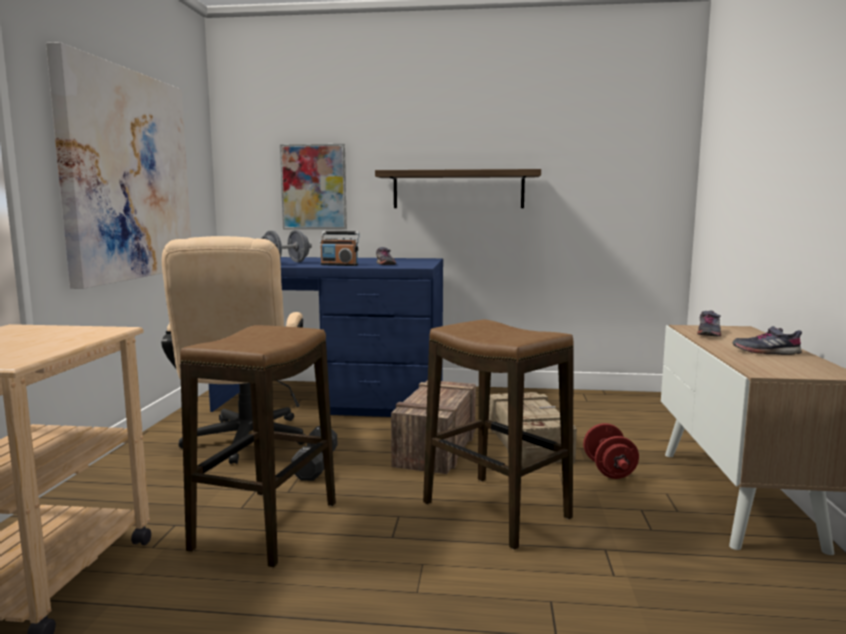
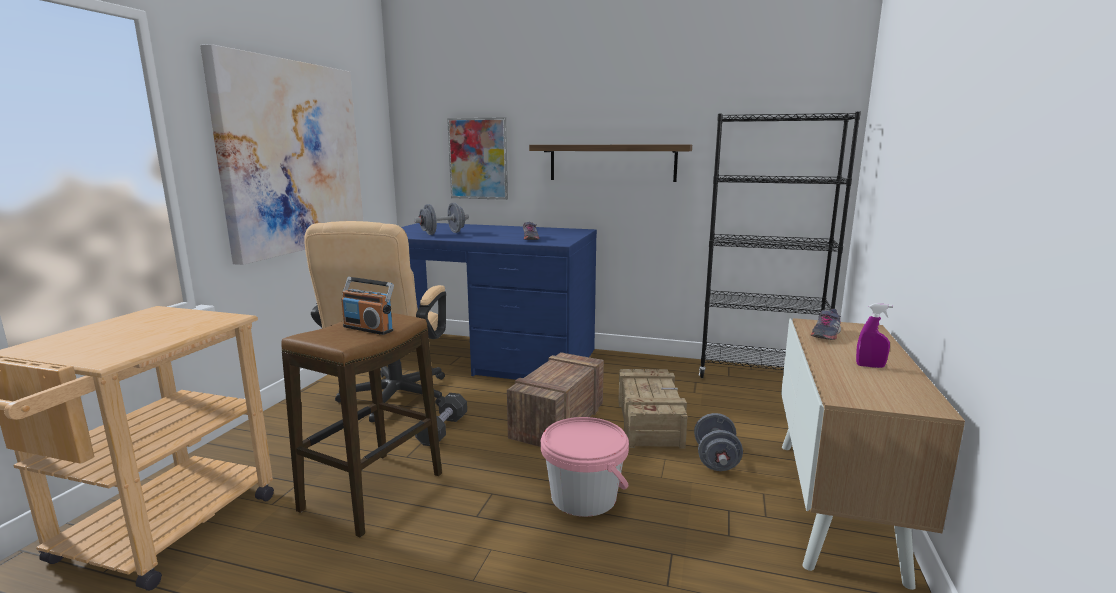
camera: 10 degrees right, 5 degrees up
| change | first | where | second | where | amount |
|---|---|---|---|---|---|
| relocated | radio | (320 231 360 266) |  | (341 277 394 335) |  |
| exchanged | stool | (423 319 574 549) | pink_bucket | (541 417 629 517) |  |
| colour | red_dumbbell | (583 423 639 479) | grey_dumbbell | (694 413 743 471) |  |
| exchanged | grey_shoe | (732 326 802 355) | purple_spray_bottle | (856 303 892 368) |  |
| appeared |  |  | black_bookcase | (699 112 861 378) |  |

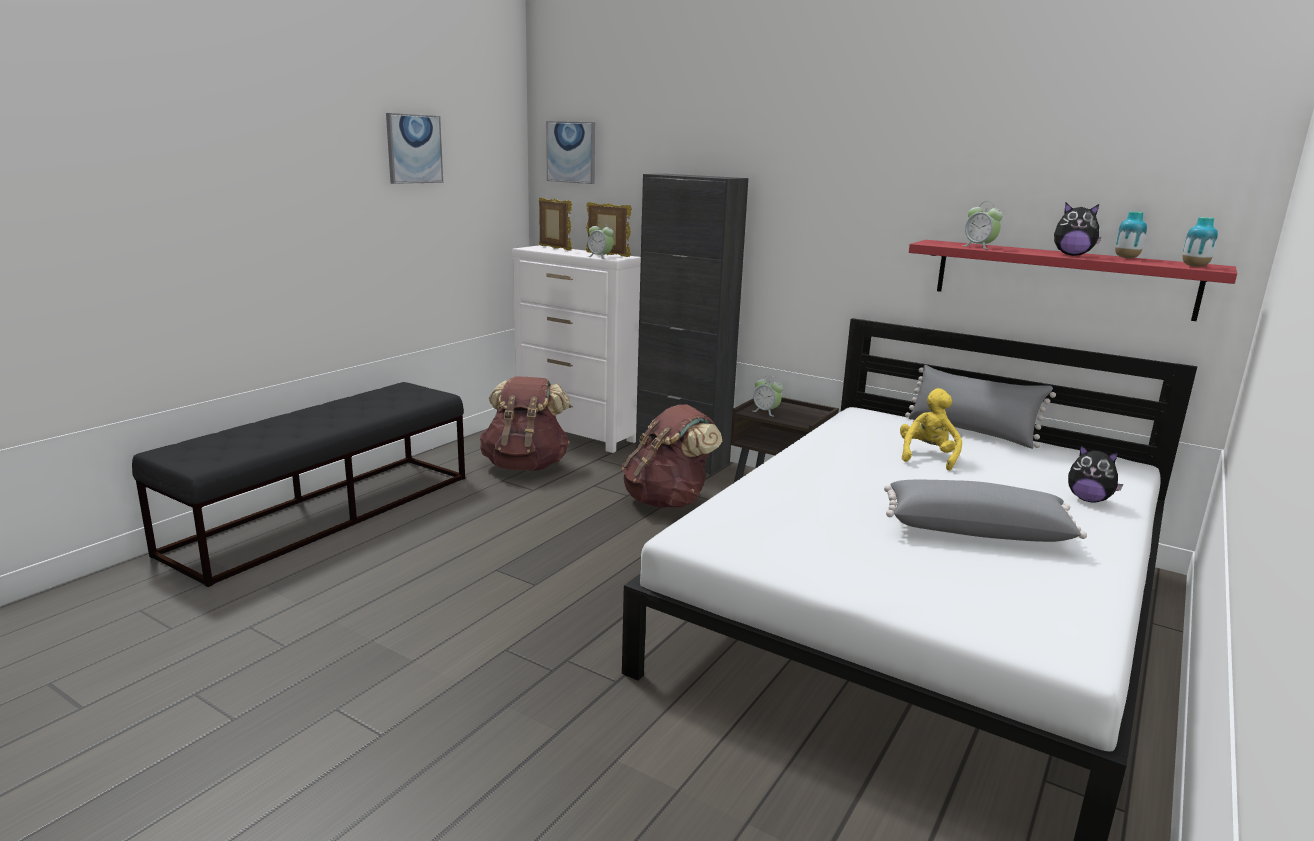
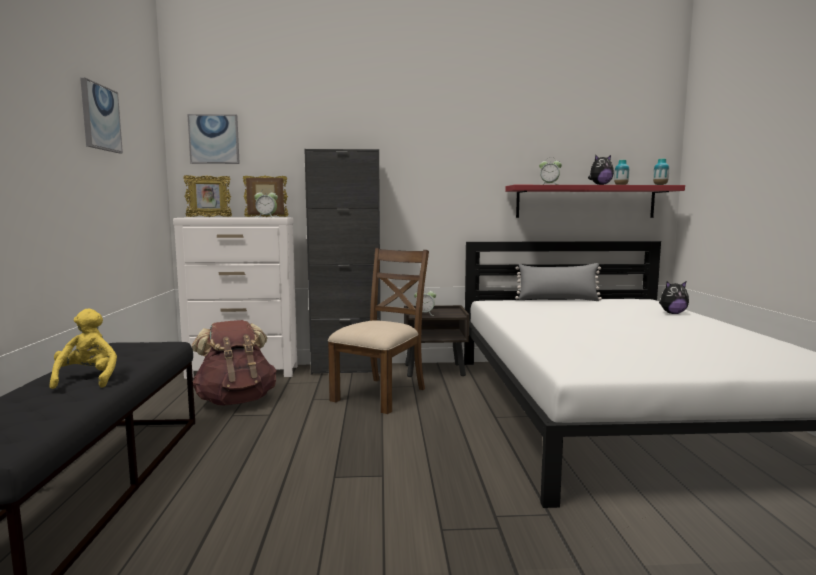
camera: 35 degrees left, 10 degrees down
| change | first | where | second | where | amount |
|---|---|---|---|---|---|
| spun | picture_frame | (539 198 572 251) |  | (183 175 232 217) | 150 degrees clockwise |
| exchanged | brown_backpack | (621 405 722 508) | brown_chair | (328 248 429 414) |  |
| missing | grey_pillow | (884 480 1087 542) |  |  |  |
| relocated | yellow_plush_toy | (900 388 962 471) |  | (50 308 117 389) |  |

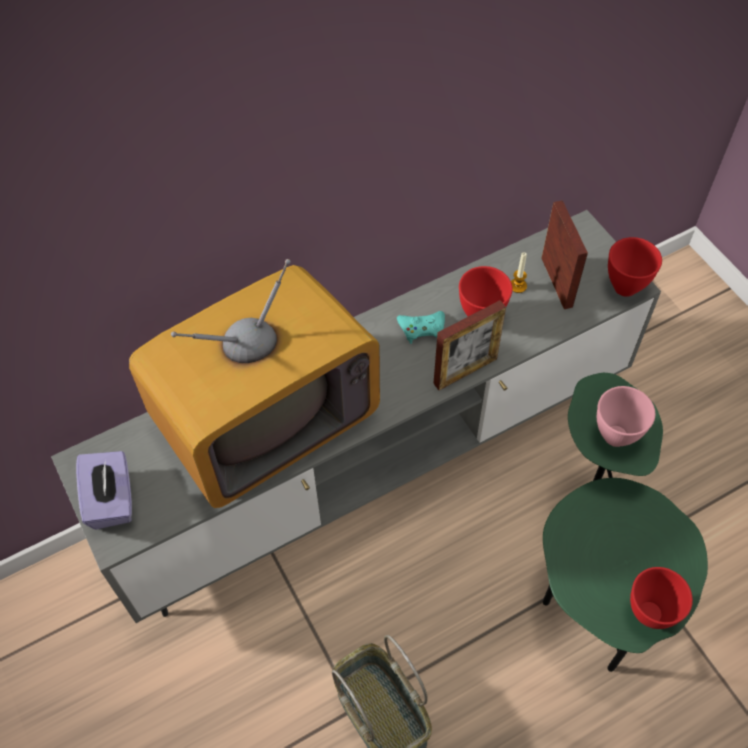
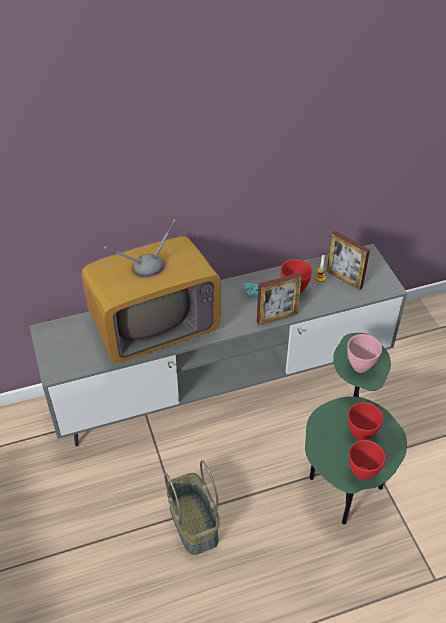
camera: 10 degrees right, 10 degrees down
| change | first | where | second | where | amount |
|---|---|---|---|---|---|
| missing | purple_tissue_box | (76 451 132 530) |  |  |  |
| spun | picture_frame | (541 200 588 309) |  | (327 231 370 291) | 135 degrees clockwise |
| relocated | red_bowl | (608 237 662 297) |  | (348 402 383 441) |  |

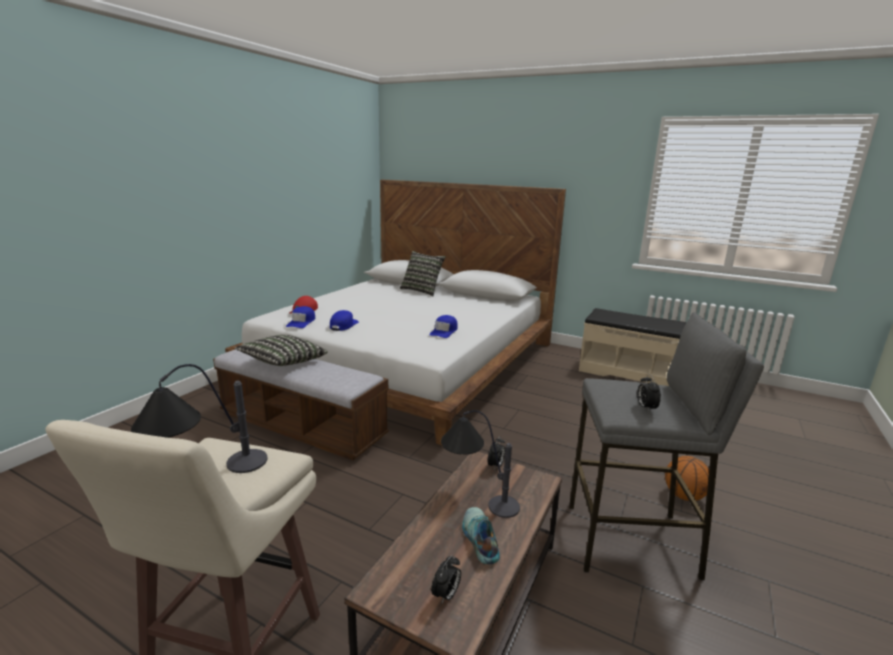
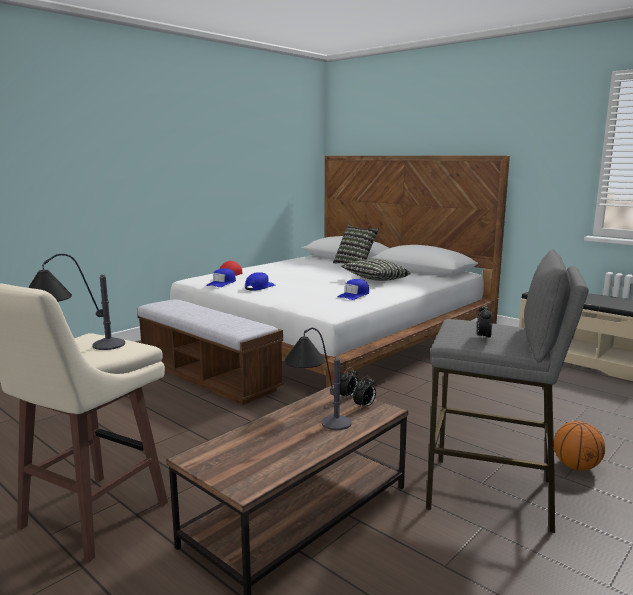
camera: 15 degrees right, 5 degrees down
| change | first | where | second | where | amount |
|---|---|---|---|---|---|
| relocated | pillow | (235 335 328 366) |  | (341 259 411 281) |  |
| relocated | alarm_clock | (431 555 461 603) |  | (353 376 376 409) |  |
| missing | shoe | (462 507 500 564) |  |  |  |

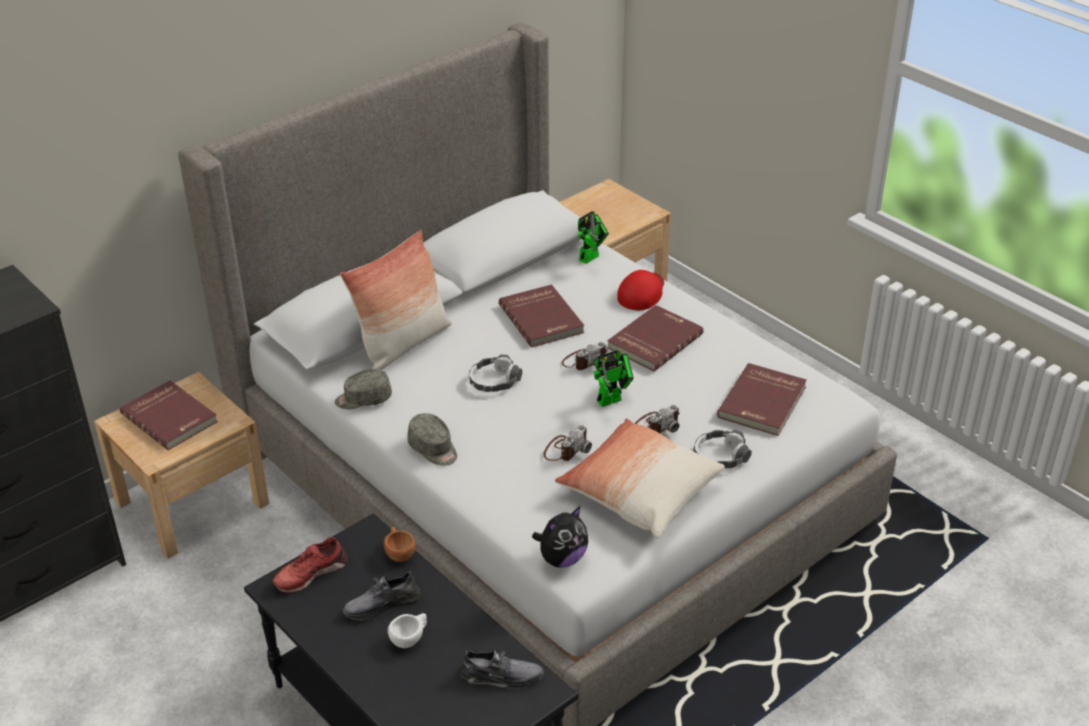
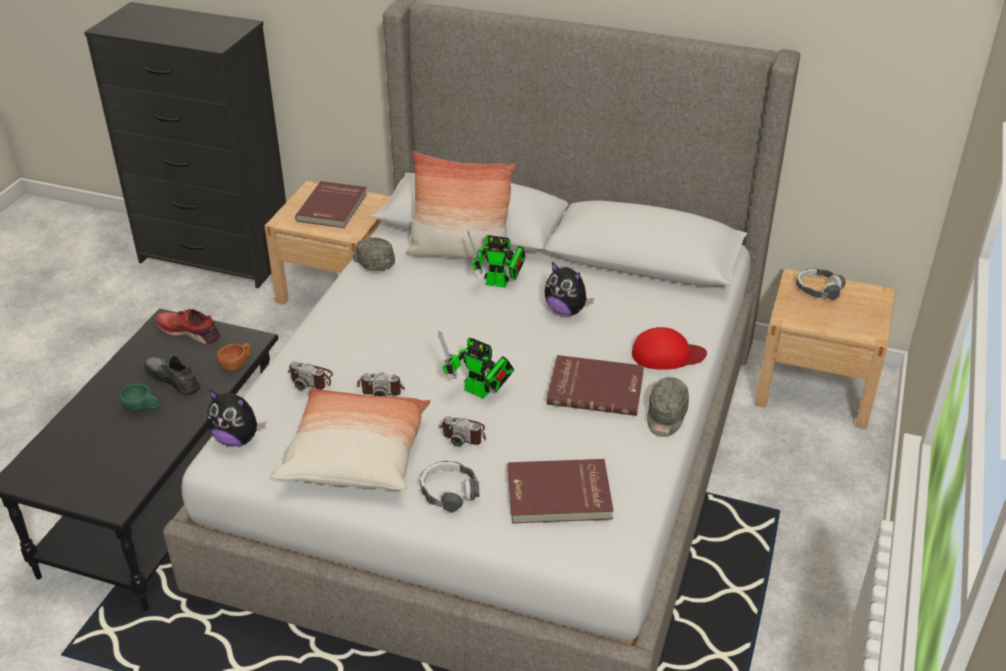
camera: 60 degrees right, 0 degrees up
| change | first | where | second | where | amount |
|---|---|---|---|---|---|
| colour | white_cup | (388 613 427 648) | green_cup | (119 384 159 412) |  |
| relocated | grey_cap | (407 413 457 466) |  | (647 377 689 437) |  |
| missing | grey_shoe | (459 650 544 690) |  |  |  |
| relocated | headphones | (469 354 522 392) |  | (796 268 846 300) |  |
| exchanged | red_book | (499 284 584 348) | plush_toy | (544 262 594 316) |  |
| relocated | photo_camera | (562 342 608 370) |  | (288 361 333 390) |  |
| relocated | toy_robot | (578 211 609 264) |  | (467 231 526 288) |  |

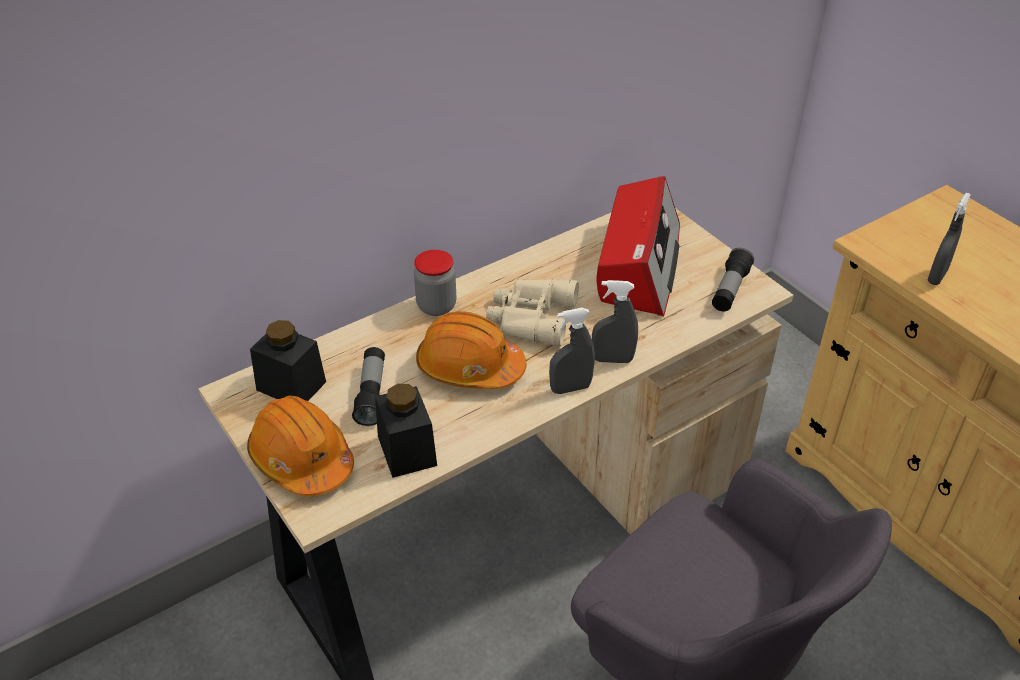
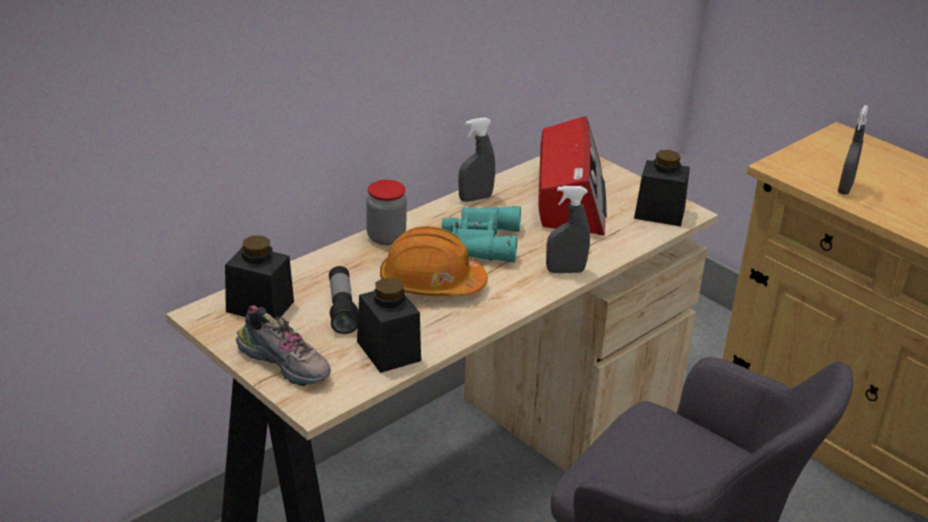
camera: 10 degrees left, 10 degrees down
| change | first | where | second | where | amount |
|---|---|---|---|---|---|
| exchanged | orange_hard_hat | (247 396 354 496) | shoe | (236 305 331 386) |  |
| colour | beige_binoculars | (486 279 579 347) | turquoise_binoculars | (442 206 521 262) |  |
| relocated | grey_spray_bottle | (549 308 595 394) |  | (458 117 495 202) |  |
| exchanged | flashlight | (712 248 754 311) | black_jar | (634 150 690 226) |  |

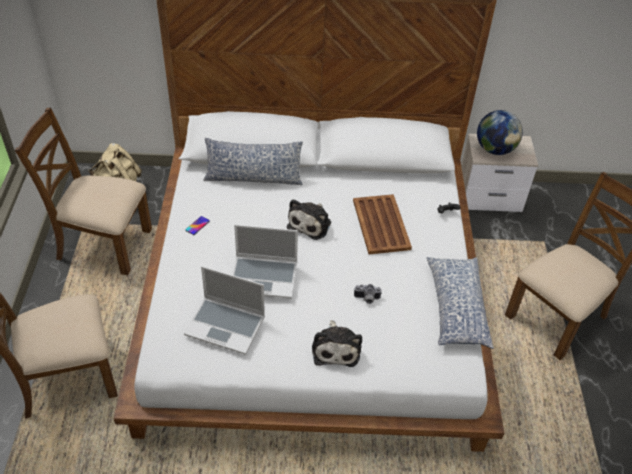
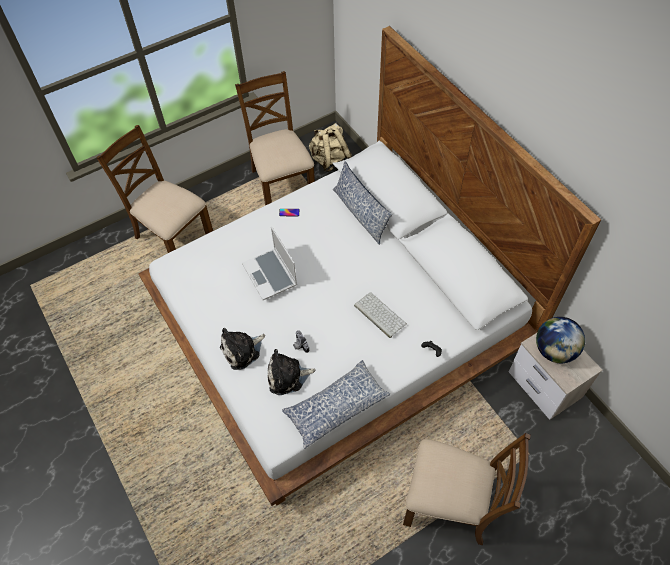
camera: 60 degrees right, 10 degrees up
| change | first | where | second | where | amount |
|---|---|---|---|---|---|
| missing | laptop | (184 266 265 355) |  |  |  |
| relocated | plush_toy | (287 199 331 240) |  | (268 349 316 395) |  |
| exchanged | brown_tray | (353 194 412 255) | keyboard | (354 292 407 338) |  |

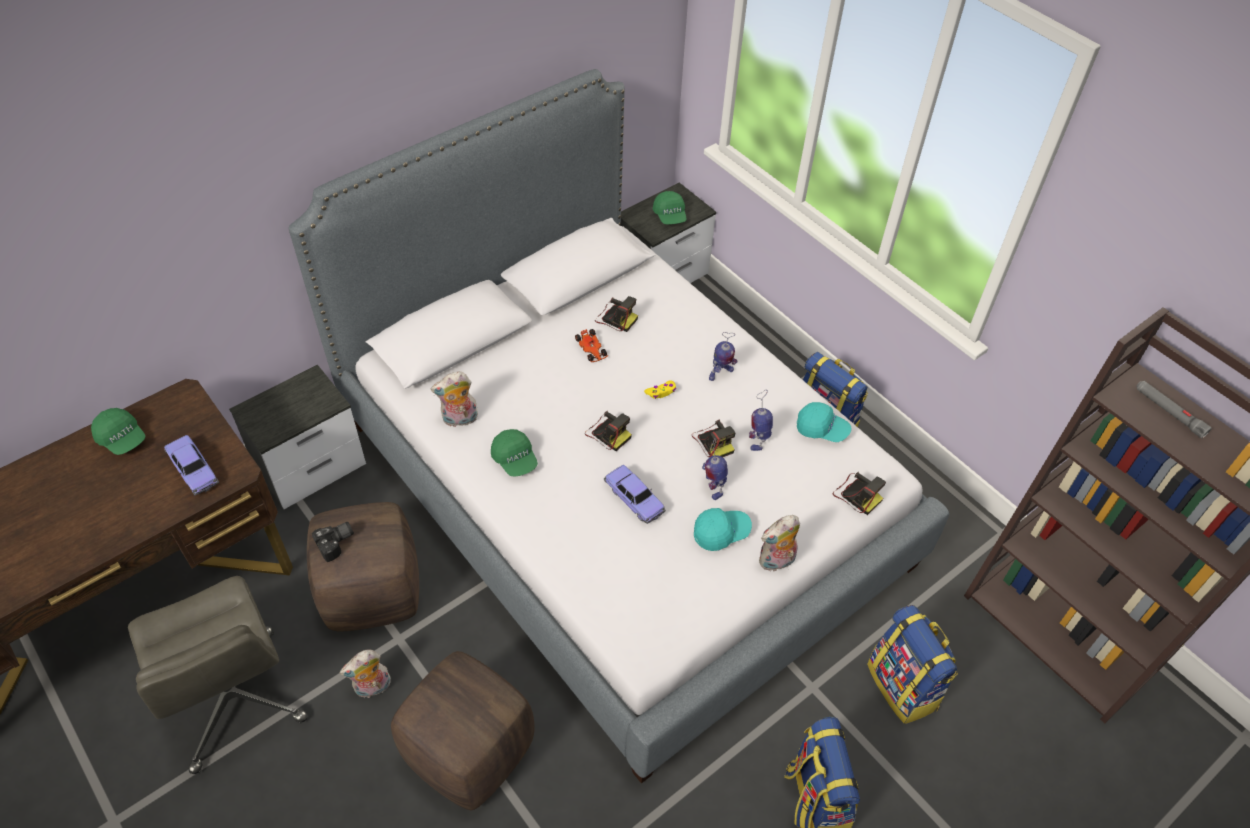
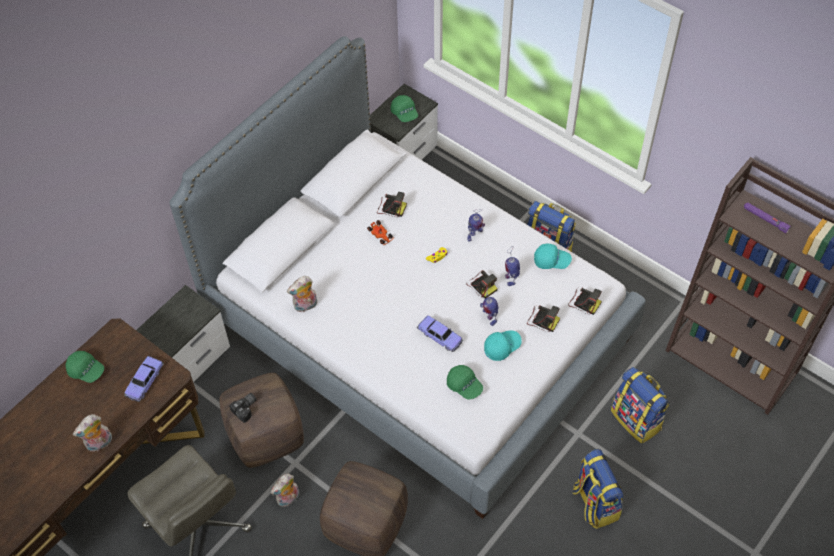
camera: 10 degrees left, 5 degrees up
| change | first | where | second | where | amount |
|---|---|---|---|---|---|
| spun | toy_car | (164 435 219 495) |  | (124 356 164 402) | 75 degrees clockwise |
| relocated | green_cap | (491 429 538 477) |  | (447 365 483 399) |  |
| relocated | photo_camera | (585 411 632 451) |  | (527 305 560 332) |  |
| relocated | plush_toy | (759 515 800 571) |  | (73 414 112 452) |  |
| colour | grey_flashlight | (1137 381 1212 438) | purple_flashlight | (744 203 791 233) |  |

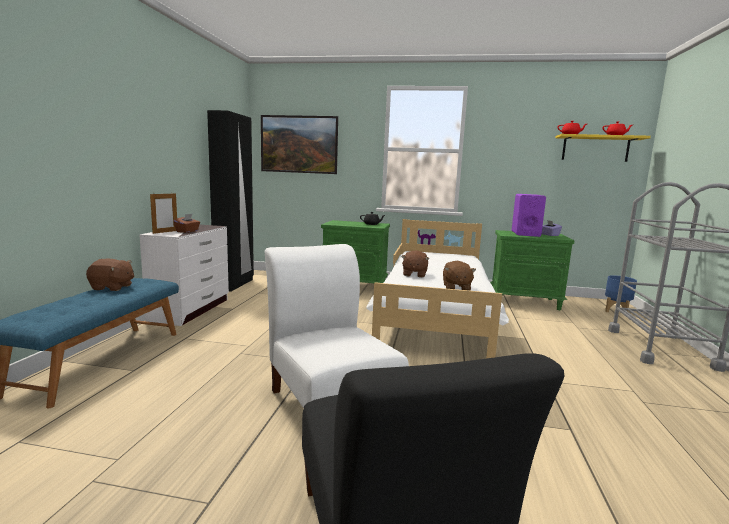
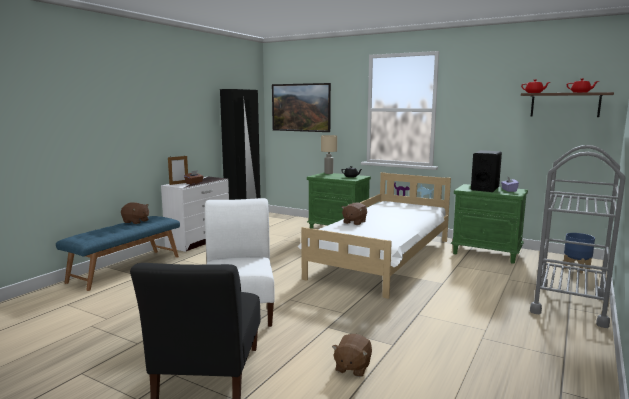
camera: 20 degrees right, 0 degrees up
| change | first | where | second | where | amount |
|---|---|---|---|---|---|
| relocated | brown_plush_toy | (443 261 476 291) |  | (332 334 372 377) |  |
| colour | purple_speaker | (512 194 546 237) | black_speaker | (471 150 502 192) |  |
| colour | yellow_shelf | (555 134 651 162) | brown_shelf | (521 92 614 117) |  |
| appeared |  |  | beige_table_lamp | (321 135 337 174) |  |

